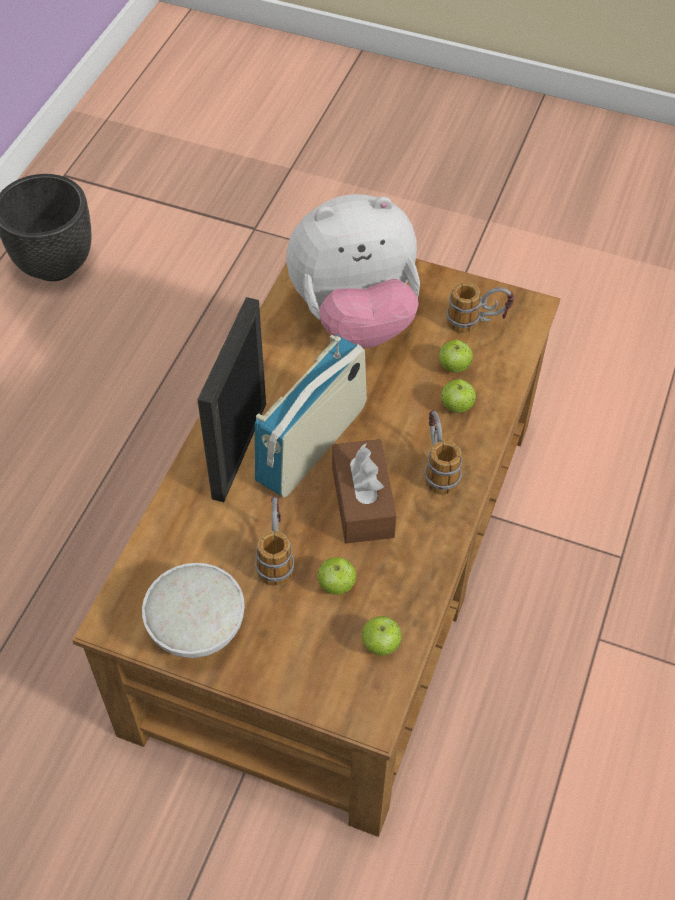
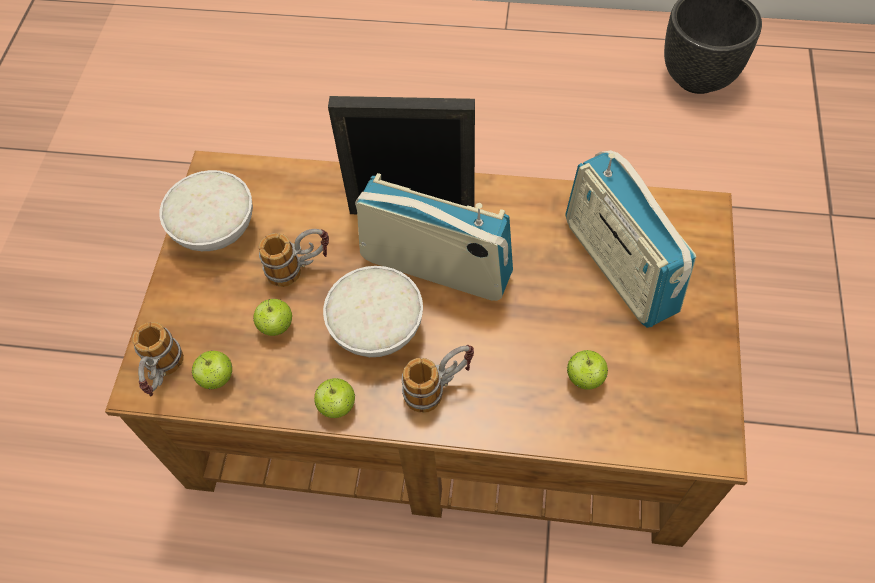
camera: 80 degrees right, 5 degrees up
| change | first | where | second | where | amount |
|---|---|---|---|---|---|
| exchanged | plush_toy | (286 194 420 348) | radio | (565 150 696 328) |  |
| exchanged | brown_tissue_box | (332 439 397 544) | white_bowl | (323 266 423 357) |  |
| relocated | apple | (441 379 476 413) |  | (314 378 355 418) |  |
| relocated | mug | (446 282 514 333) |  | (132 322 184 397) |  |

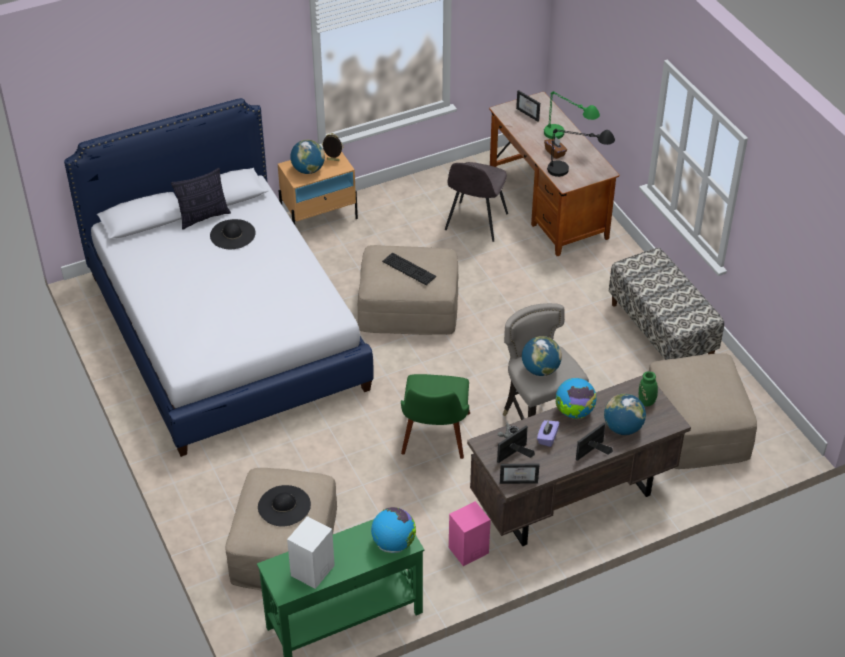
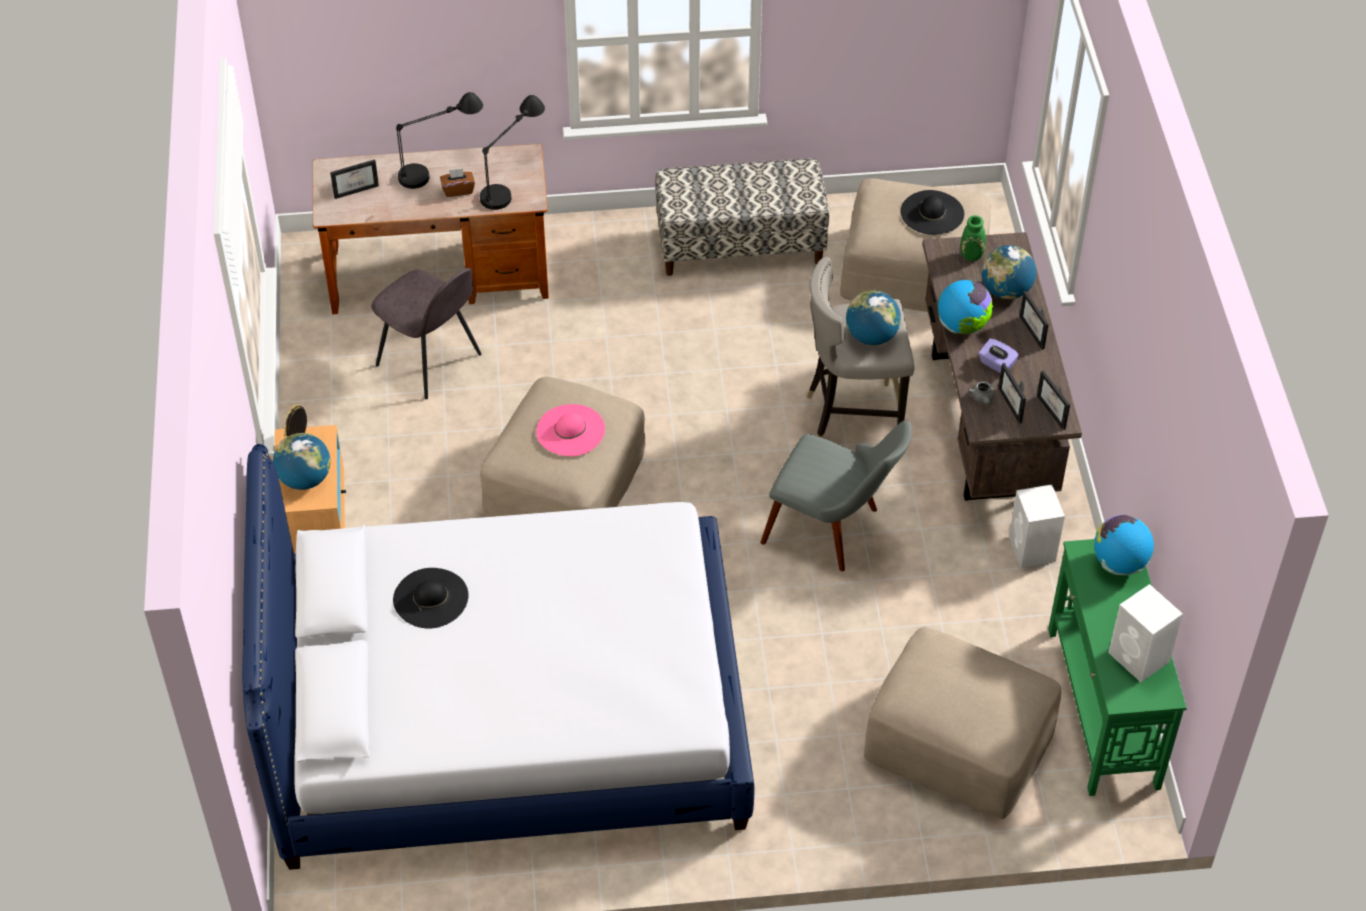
camera: 70 degrees left, 5 degrees up
| change | first | where | second | where | amount |
|---|---|---|---|---|---|
| missing | pillow | (171 168 231 230) |  |  |  |
| relocated | black_hat | (258 485 311 527) |  | (900 190 964 235) |  |
| exchanged | keyboard | (382 253 436 285) | pink_hat | (536 404 605 456) |  |
| colour | green_chair | (401 374 470 459) | grey_chair | (761 420 912 571) |  |
| colour | pink_speaker | (449 501 491 566) | white_speaker | (1009 485 1065 568) |  |
| spun | picture_frame | (500 463 539 484) |  | (1037 370 1070 430) | 135 degrees clockwise |
| colour | green_table_lamp | (544 91 600 139) | black_table_lamp | (396 92 483 189) |  |

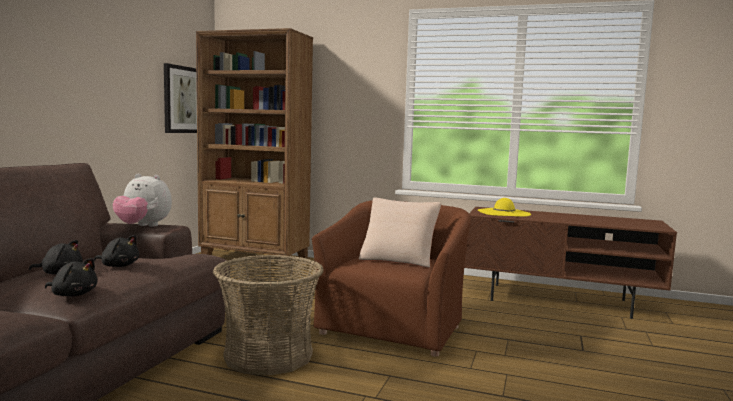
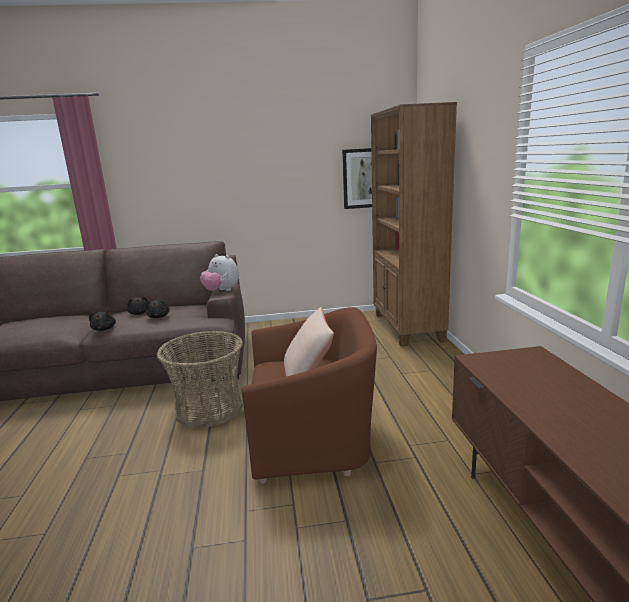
camera: 65 degrees right, 10 degrees up
| change | first | where | second | where | amount |
|---|---|---|---|---|---|
| spun | plush_toy | (113 174 172 227) |  | (200 254 239 291) | 45 degrees counterclockwise |
| missing | yellow_hat | (478 198 531 217) |  |  |  |

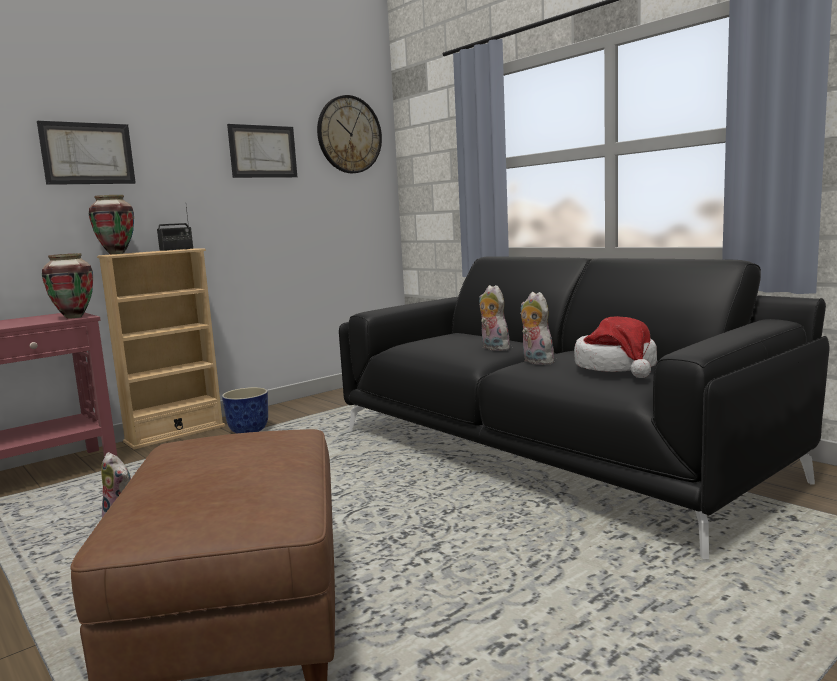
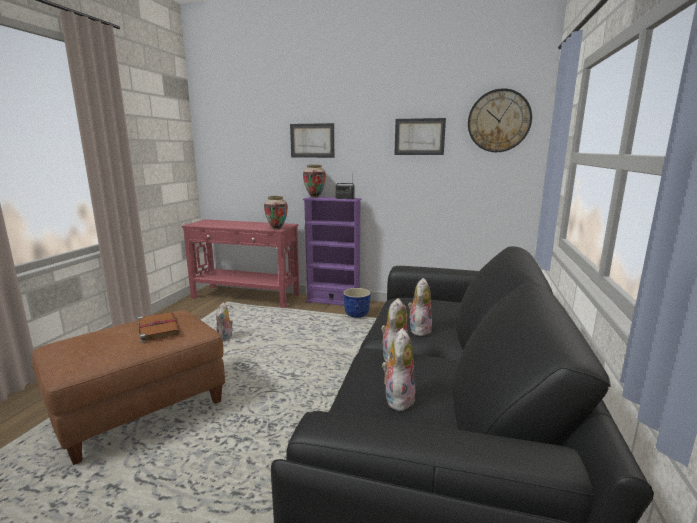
camera: 55 degrees right, 5 degrees up
| change | first | where | second | where | amount |
|---|---|---|---|---|---|
| colour | beige_bookcase | (97 248 225 450) | purple_bookcase | (303 197 361 306) |  |
| exchanged | hat | (574 316 657 378) | plush_toy | (382 328 415 411) |  |
| appeared |  |  | brown_book | (138 312 180 343) |  |

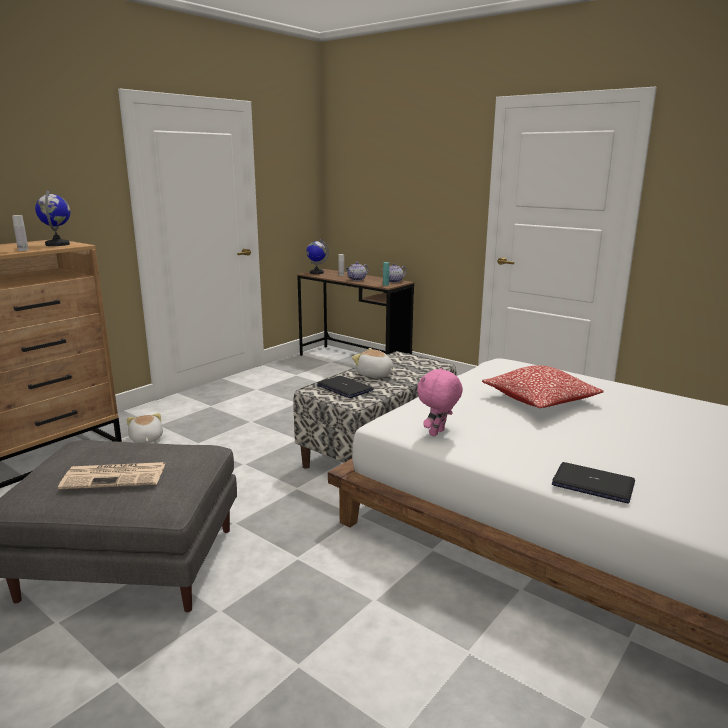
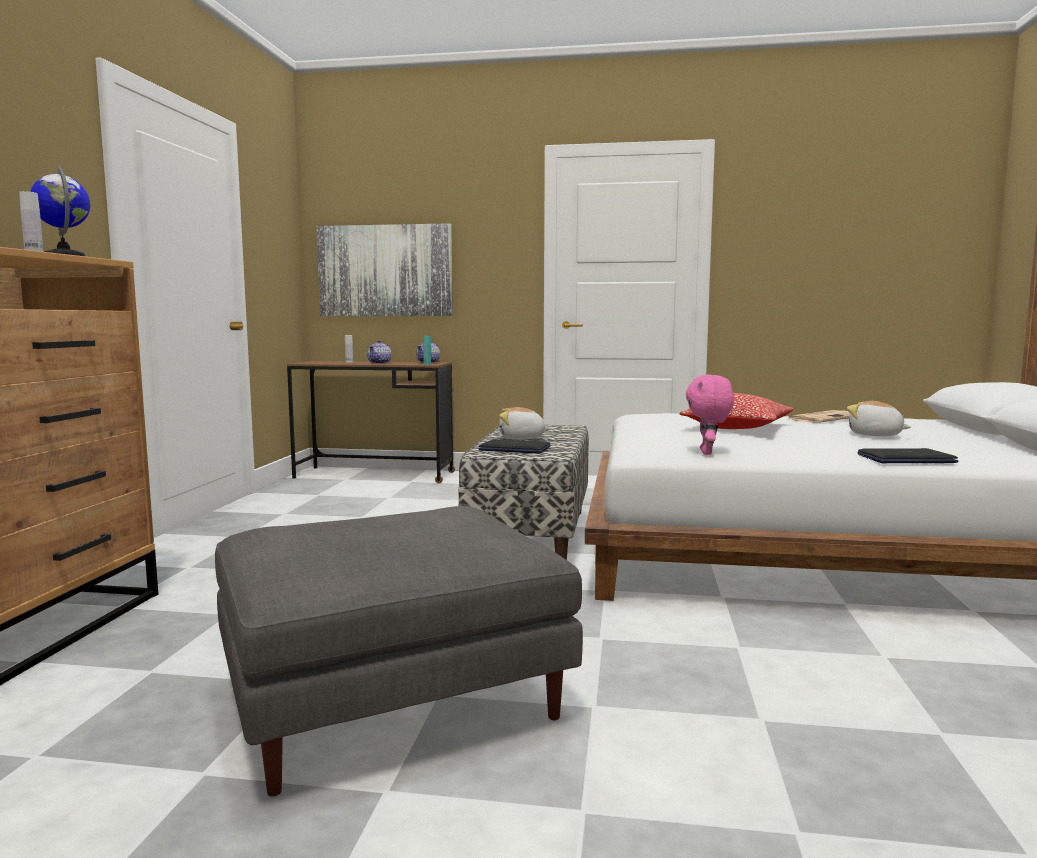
camera: 30 degrees left, 10 degrees down
| change | first | where | second | where | amount |
|---|---|---|---|---|---|
| relocated | newspaper | (58 462 165 489) |  | (788 410 850 423) |  |
| relocated | plush_toy | (127 413 163 443) |  | (847 401 911 436) |  |
| missing | globe | (306 239 329 274) |  |  |  |
| appeared |  |  | picture | (317 223 453 316) |  |

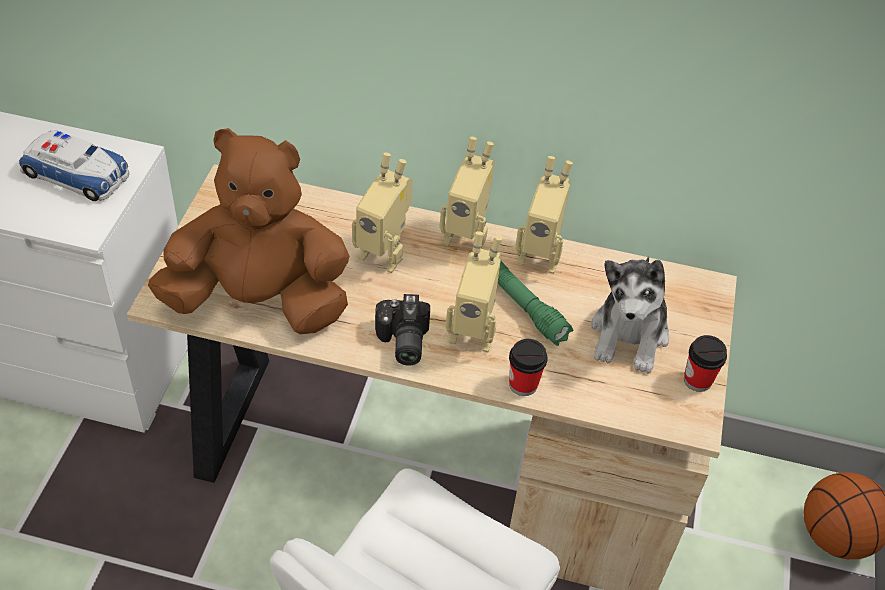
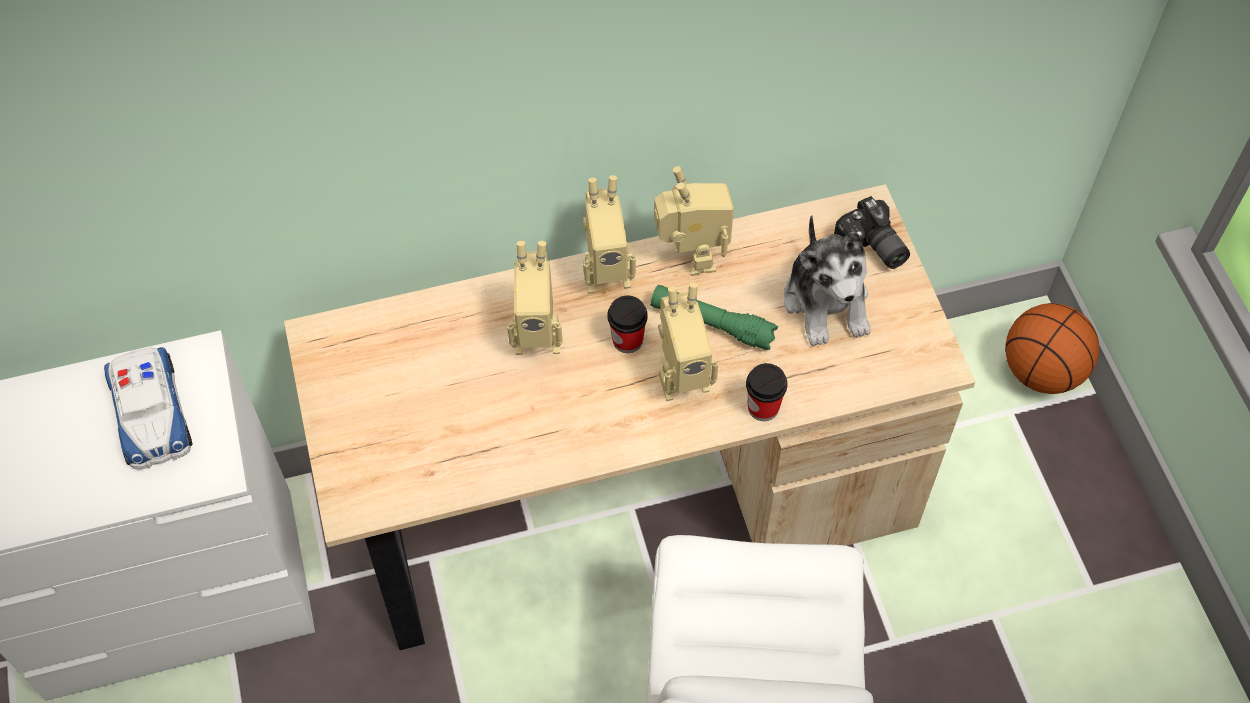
camera: 25 degrees left, 10 degrees up
| change | first | where | second | where | amount |
|---|---|---|---|---|---|
| spun | toy_car | (19 130 130 201) |  | (104 347 193 470) | 75 degrees clockwise |
| missing | brown_plush_toy | (148 128 349 334) |  |  |  |
| relocated | photo_camera | (375 294 430 366) |  | (834 196 910 269) |  |
| spun | toy_robot | (515 156 573 274) |  | (654 166 734 276) | 90 degrees counterclockwise |
| relocated | cup | (684 335 727 392) |  | (607 296 648 353) |  |

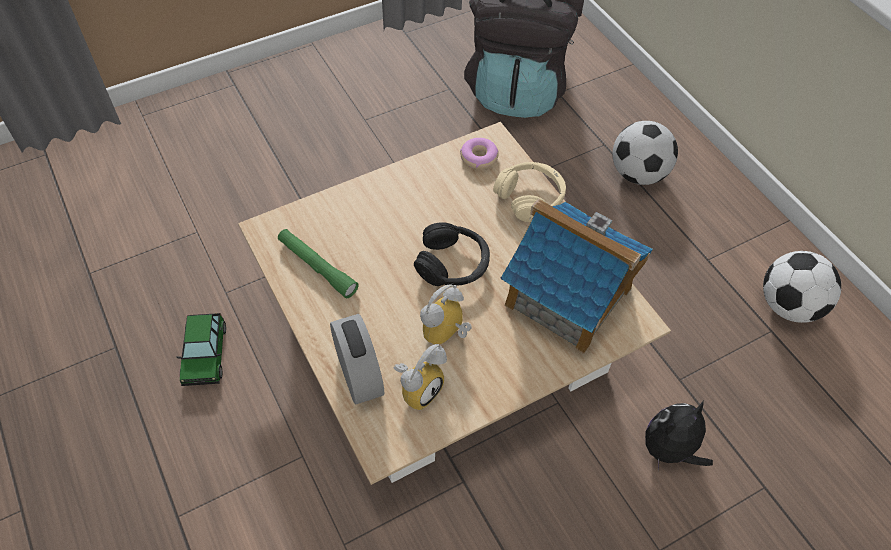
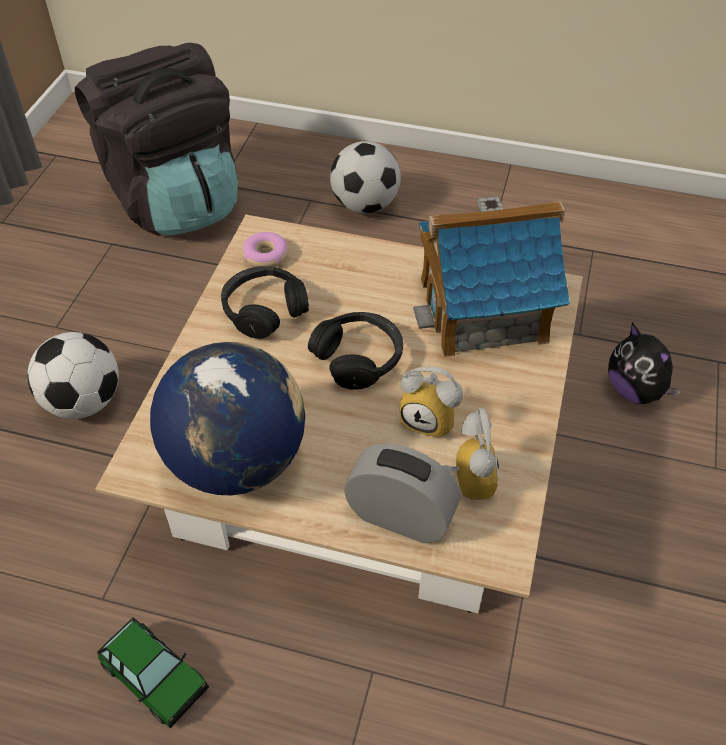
camera: 45 degrees left, 5 degrees down
| change | first | where | second | where | amount |
|---|---|---|---|---|---|
| exchanged | green_flashlight | (278 229 359 298) | globe | (150 342 305 495) |  |
| spun | alarm_clock | (420 285 472 345) |  | (400 366 463 439) | 60 degrees counterclockwise |
| missing | beige_headphones | (493 162 566 222) |  |  |  |
| spun | plush_toy | (645 400 713 471) |  | (608 322 681 404) | 45 degrees counterclockwise |
| relocated | football | (763 251 841 323) |  | (27 332 119 419) |  |
| appeared |  |  | black_headphones | (221 266 309 339) |  |

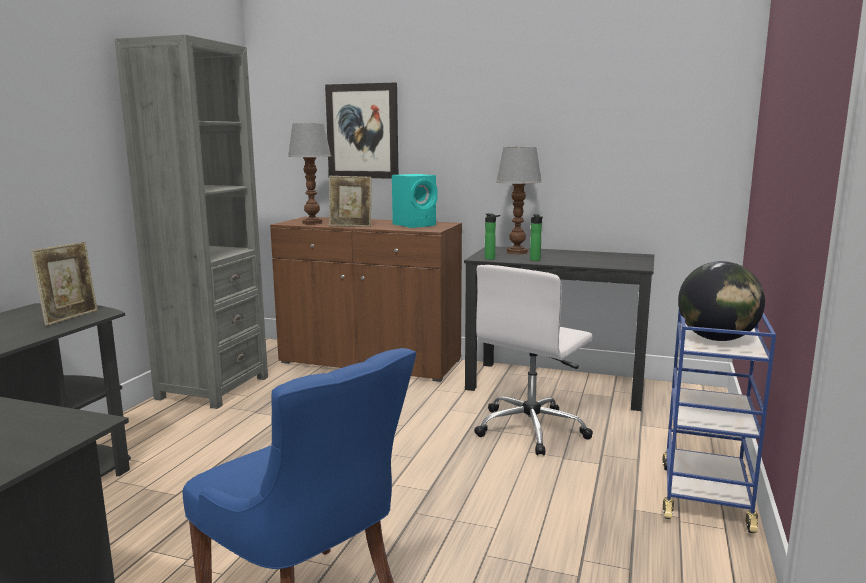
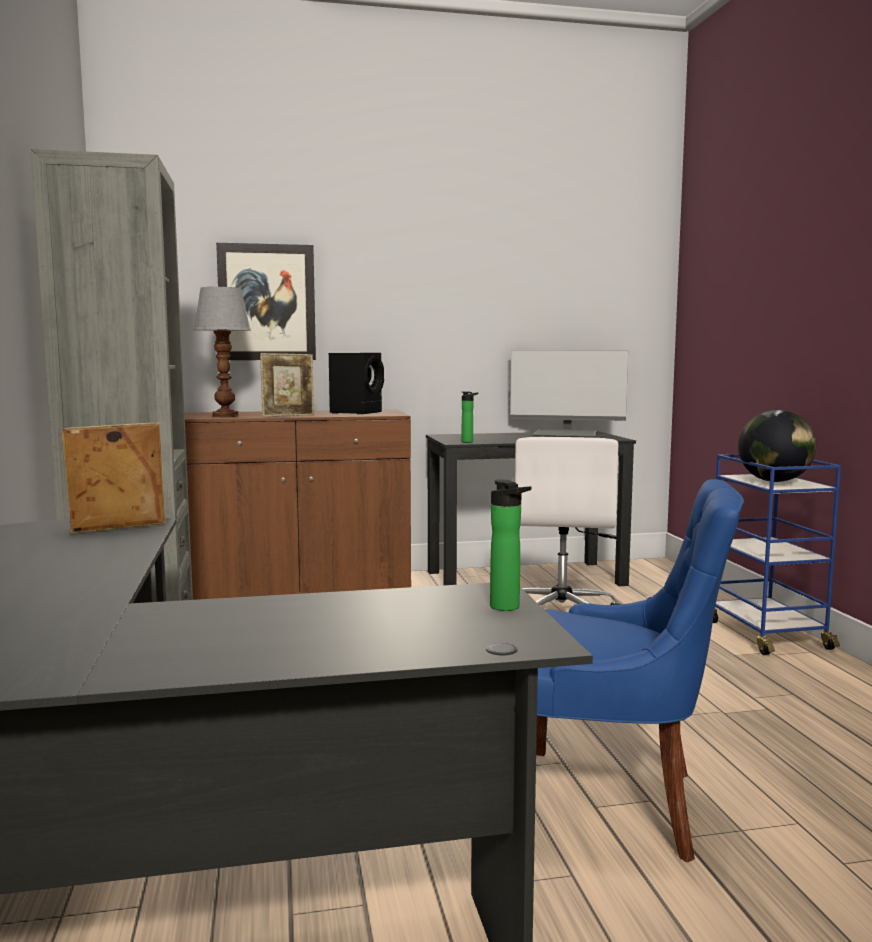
camera: 30 degrees left, 5 degrees down
| change | first | where | second | where | amount |
|---|---|---|---|---|---|
| spun | picture_frame | (31 242 98 326) |  | (61 422 165 534) | 105 degrees counterclockwise |
| colour | turquoise_speaker | (392 174 437 228) | black_speaker | (329 353 384 414) |  |
| missing | table_lamp | (496 147 542 254) |  |  |  |
| relocated | bottle | (530 214 543 261) |  | (490 479 531 611) |  |
| appeared |  |  | monitor | (510 350 628 438) |  |

